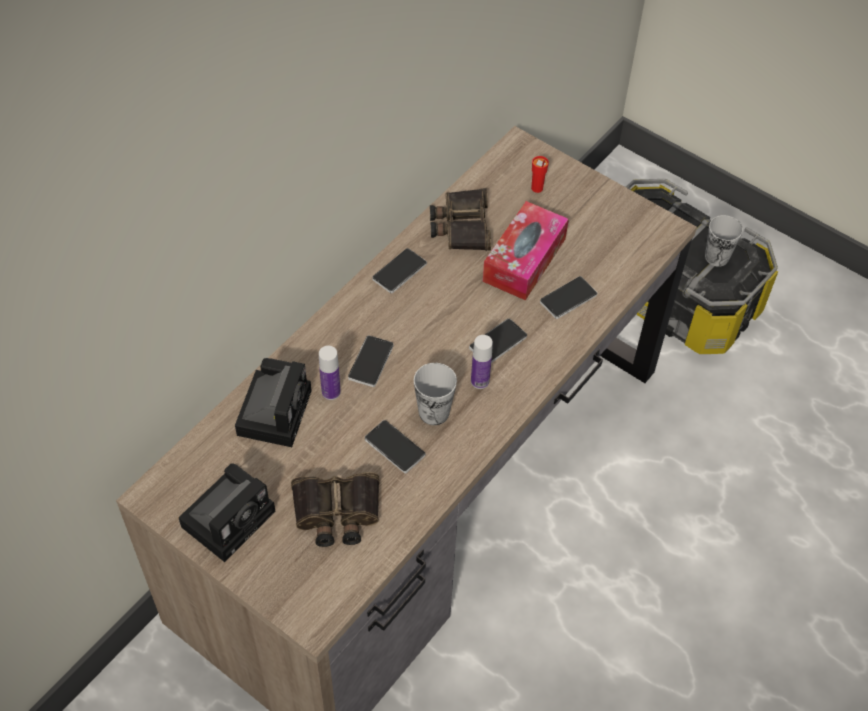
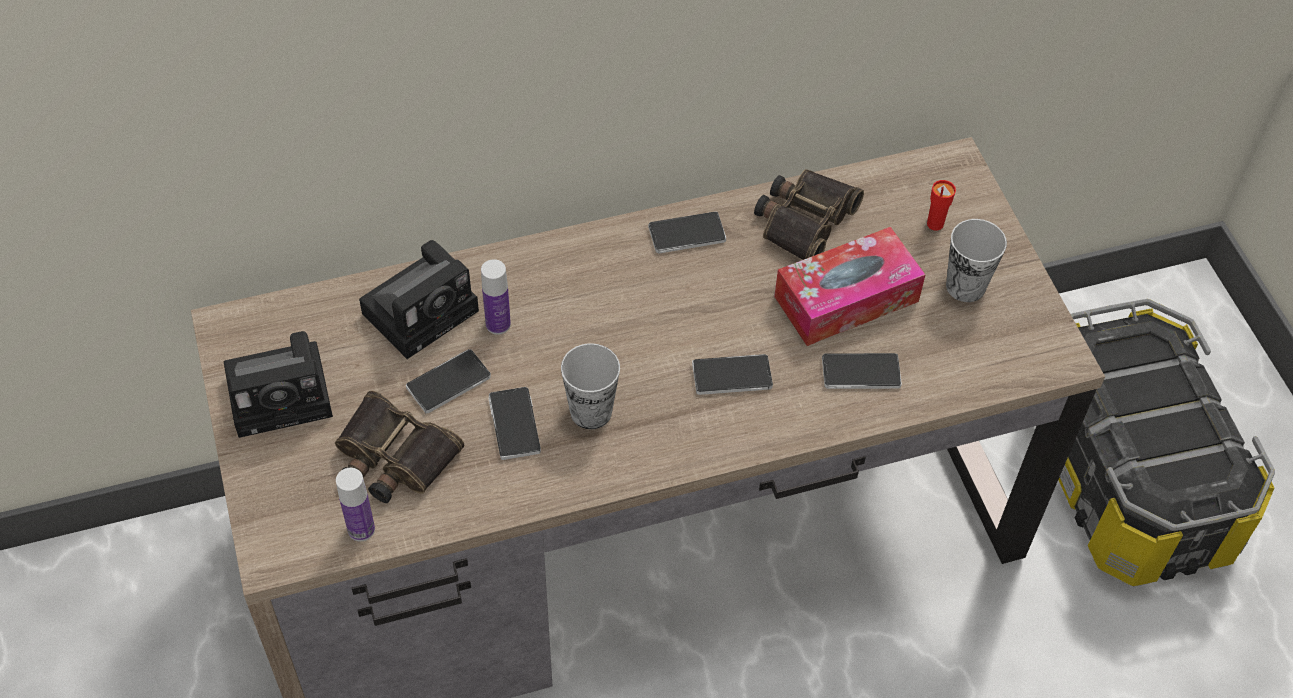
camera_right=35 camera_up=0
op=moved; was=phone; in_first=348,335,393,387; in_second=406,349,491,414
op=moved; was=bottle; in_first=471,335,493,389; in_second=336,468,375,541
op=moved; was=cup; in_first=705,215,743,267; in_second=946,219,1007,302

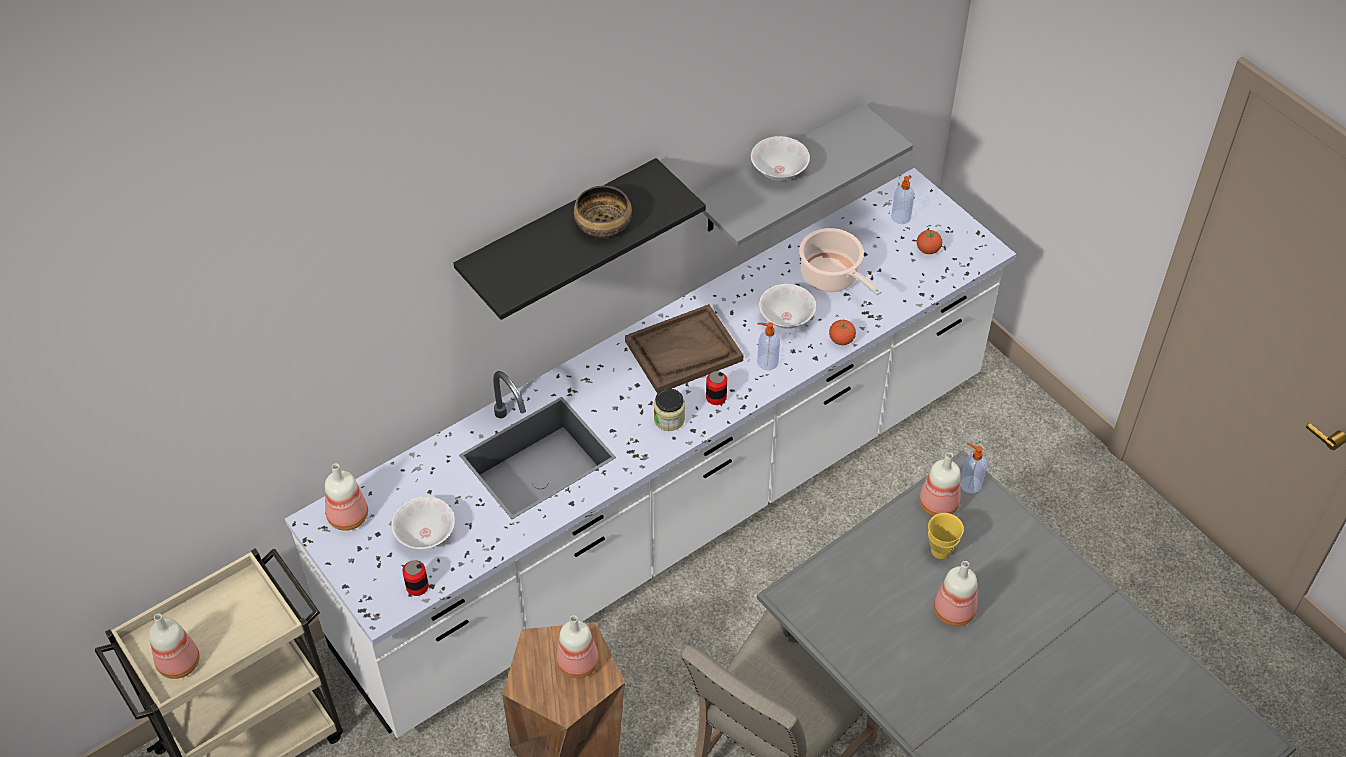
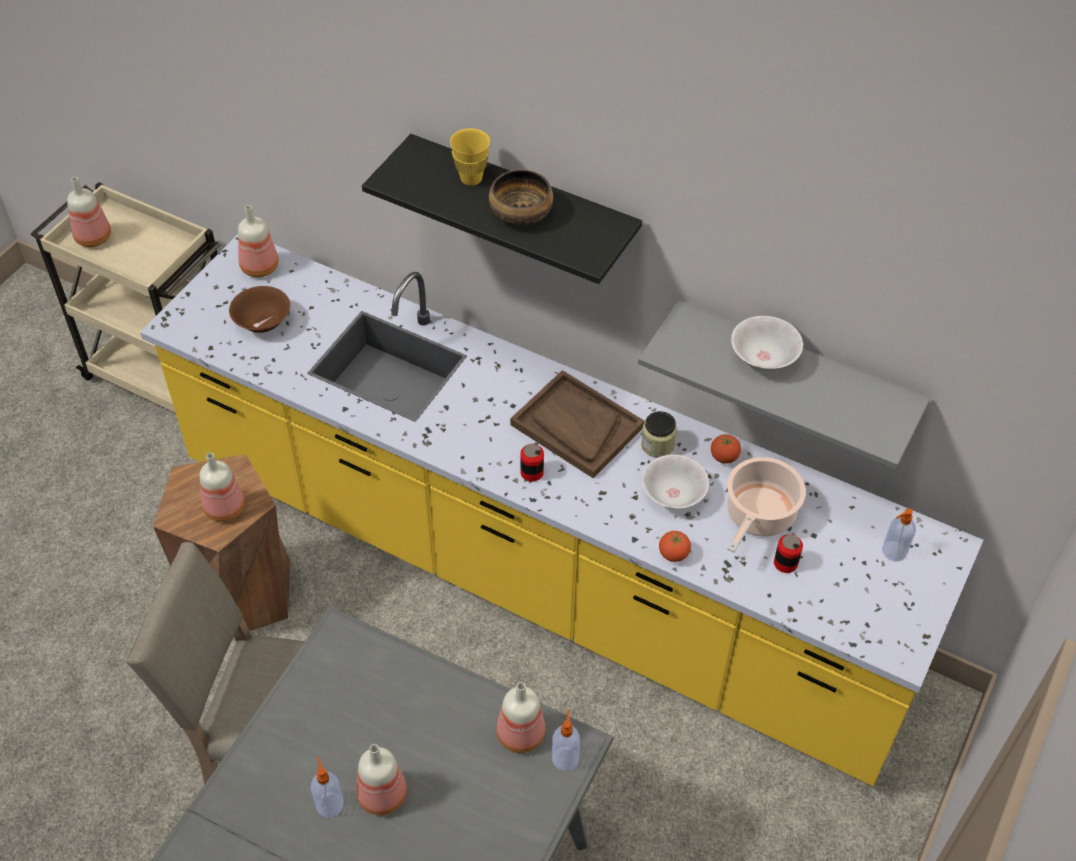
camera_right=65 camera_up=0
op=moved; was=can; in_first=402,560,429,596; in_second=774,534,803,573
op=moved; was=jar; in_first=654,389,685,431; in_second=641,411,677,458
op=moved; was=soap dispenser; in_first=757,322,780,371; in_second=311,756,344,818
op=moved; was=tomato; in_first=917,230,942,254; in_second=711,434,741,464
op=moved; was=cup/yellow; in_first=928,513,964,559; in_second=450,128,490,186
op=recoloured; was=counter/white; now=counter/yellow; in_first=285,168,1016,738; in_second=140,234,983,786
op=recoloured; was=bowl/white; now=bowl/brown; in_first=391,496,455,549; in_second=229,286,290,333

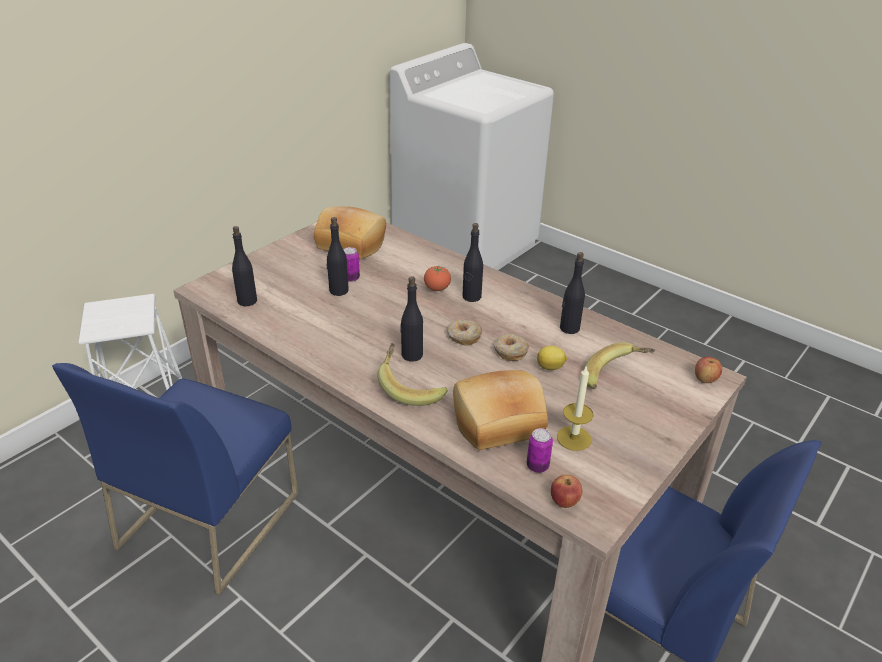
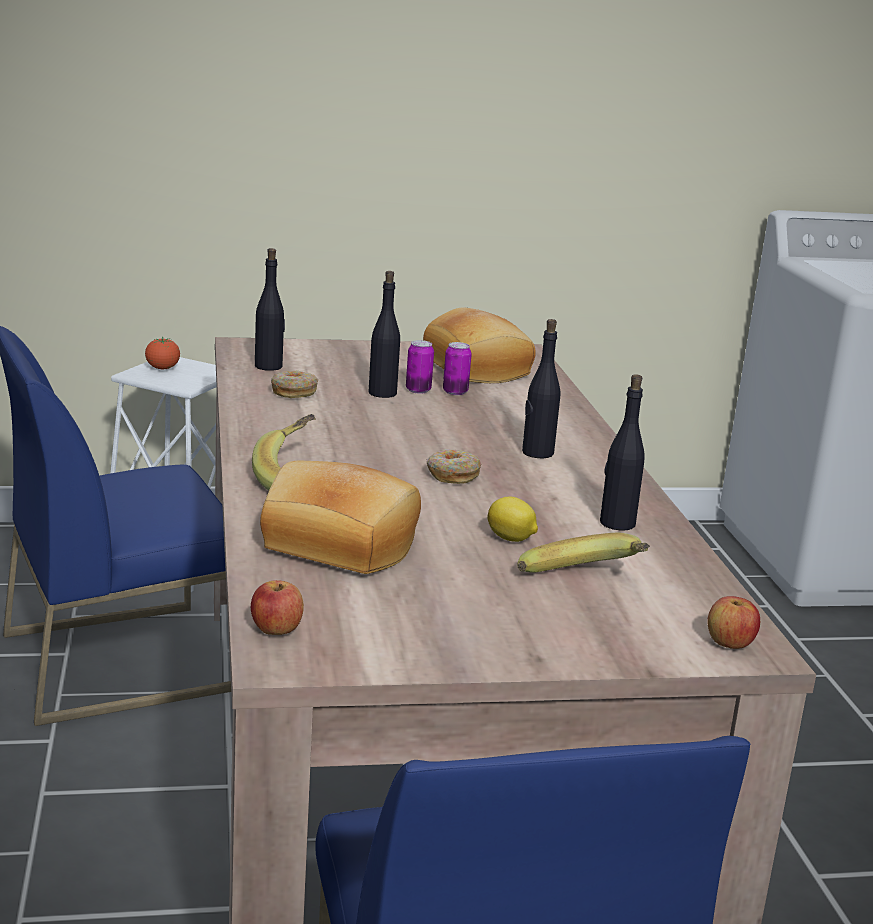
camera_right=40 camera_up=-15
op=removed; was=bottle/black; in_first=400,276,423,362
op=removed; was=candle; in_first=557,367,594,451
op=moved; was=tomato; in_first=424,265,451,291; in_second=145,336,180,369
op=moved; was=donut; in_first=494,334,529,361; in_second=271,370,319,398
op=moved; was=can; in_first=527,428,553,473; in_second=443,342,472,395

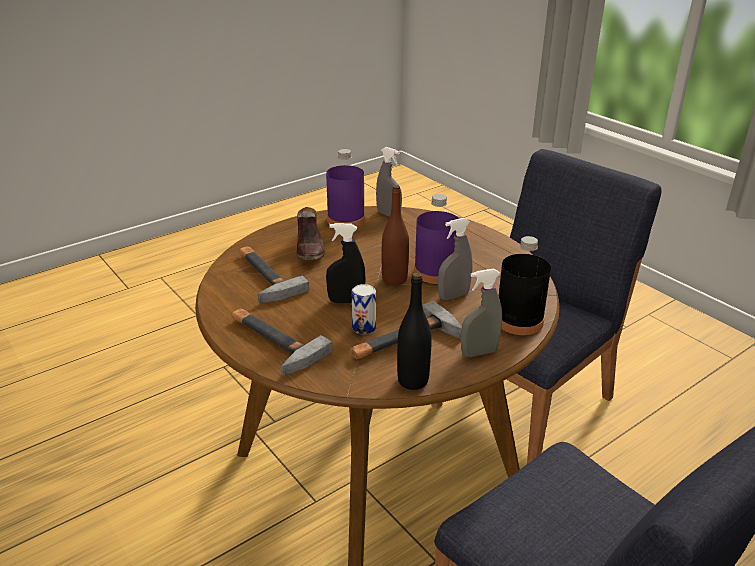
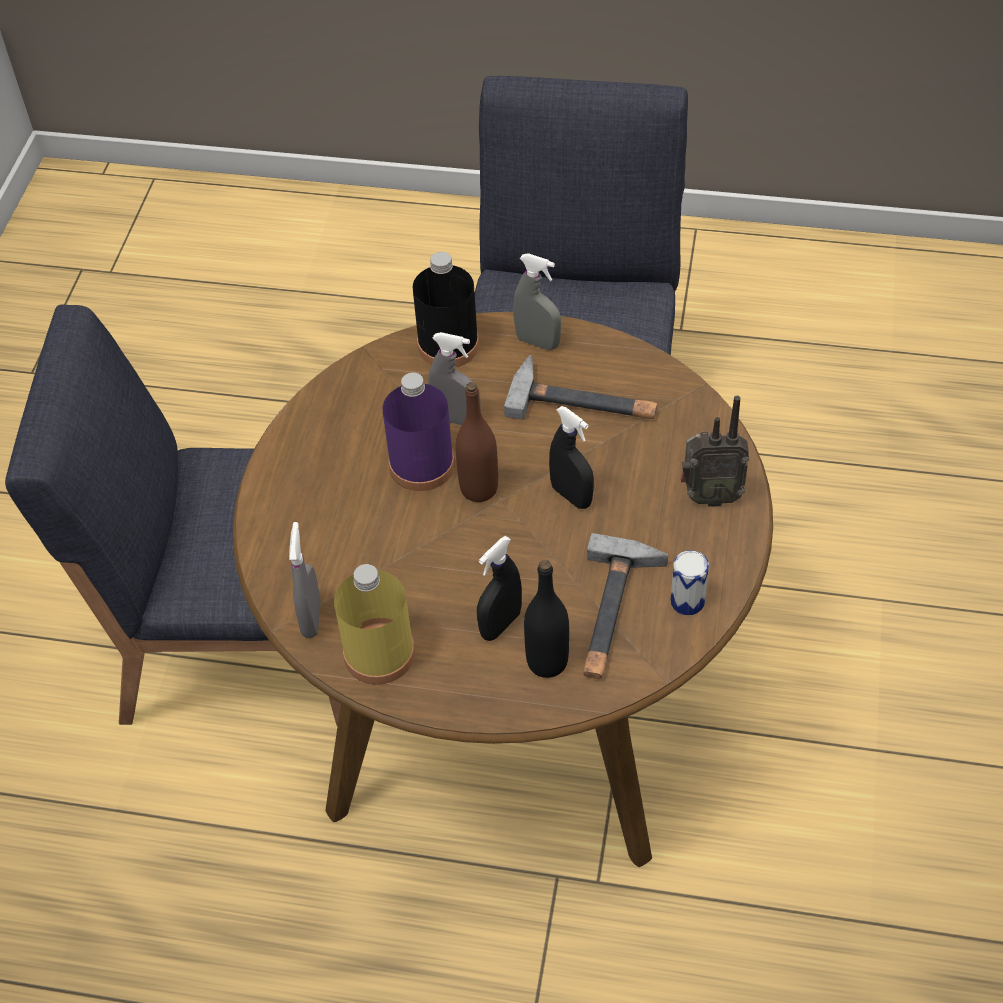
camera_right=-130 camera_up=20
op=moved; was=can; in_first=352,284,376,335; in_second=670,550,709,615
op=moved; was=bottle/black; in_first=397,272,432,390; in_second=524,560,569,678
op=replaced; was=hammer; now=radio; in_first=232,309,332,376; in_second=680,396,749,507
op=replaced; was=shoe/brown; now=spray bottle/black; in_first=296,207,325,260; in_second=477,536,522,641
op=recoloured; was=bottle/purple; now=bottle/yellow; in_first=326,149,365,227; in_second=334,564,415,684

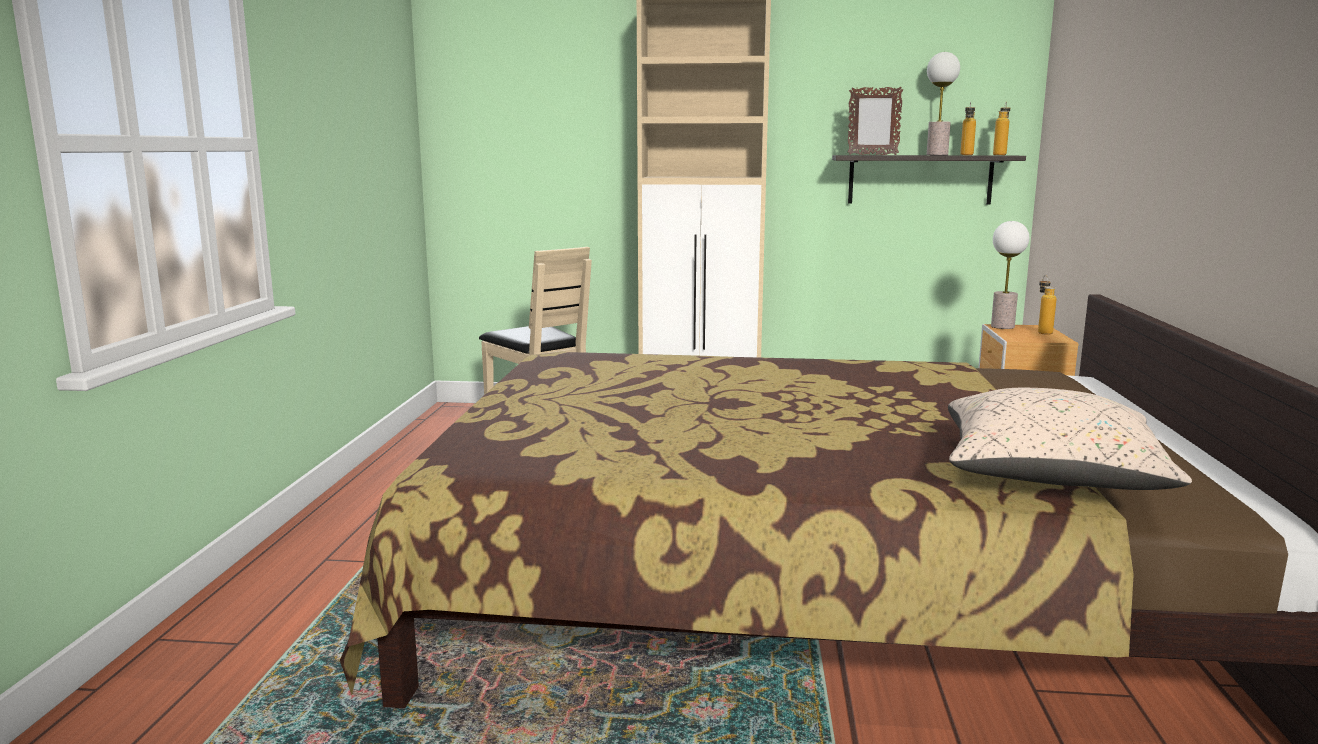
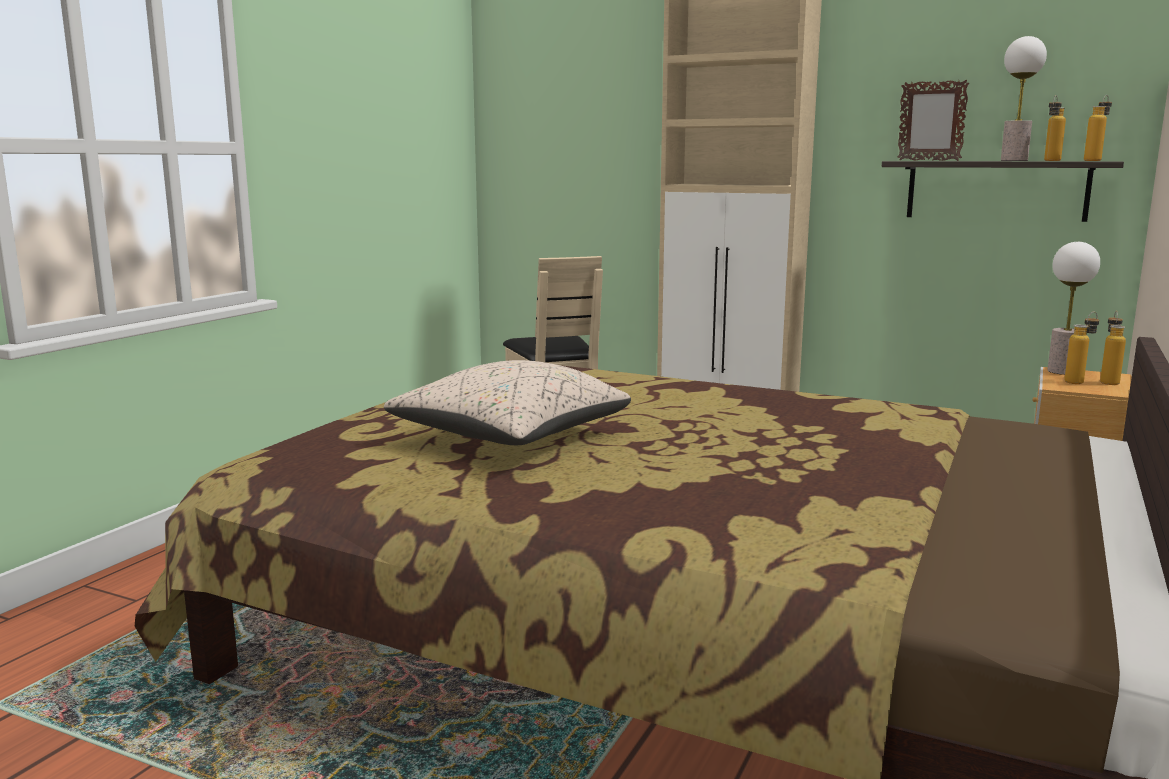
camera_right=20 camera_up=0
op=added; now=bottle; in_second=1065,311,1099,384
op=moved; was=pillow/beige; in_first=948,388,1192,490; in_second=384,360,631,445

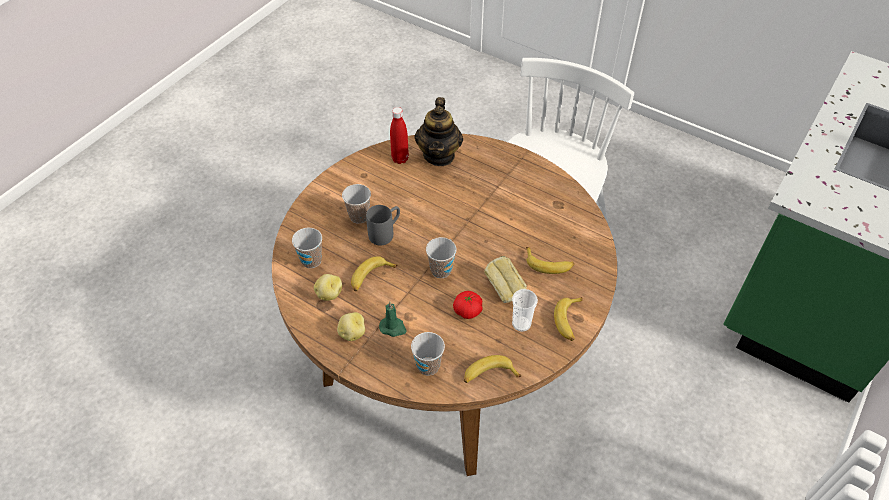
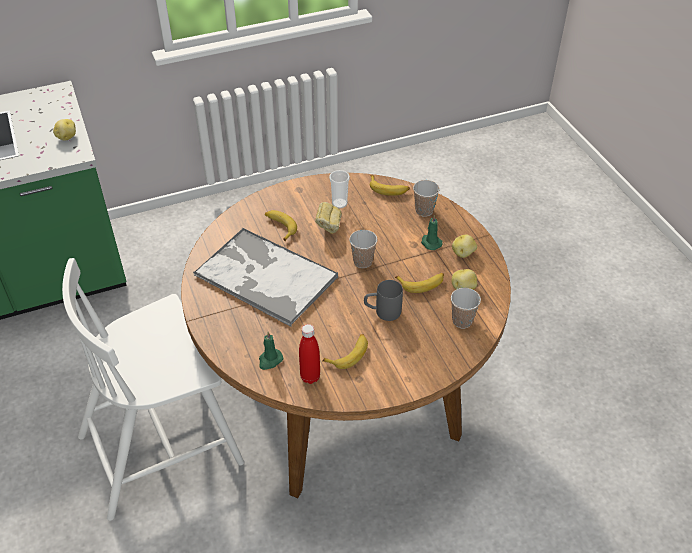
camera_right=-145 camera_up=-5
op=removed; was=cup; in_first=342,184,371,224
op=removed; was=tomato; in_first=453,291,483,319
op=added; now=potato; in_second=53,119,76,141
op=added; now=tray; in_second=193,228,338,327
op=moved; was=banana; in_first=554,297,583,341; in_second=322,334,368,369
op=replaced; was=teapot; now=candle/green; in_first=414,97,463,166; in_second=259,332,283,370

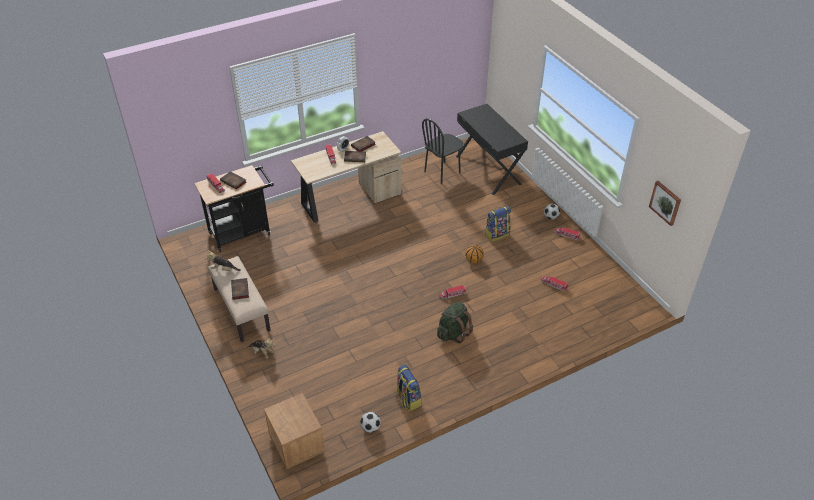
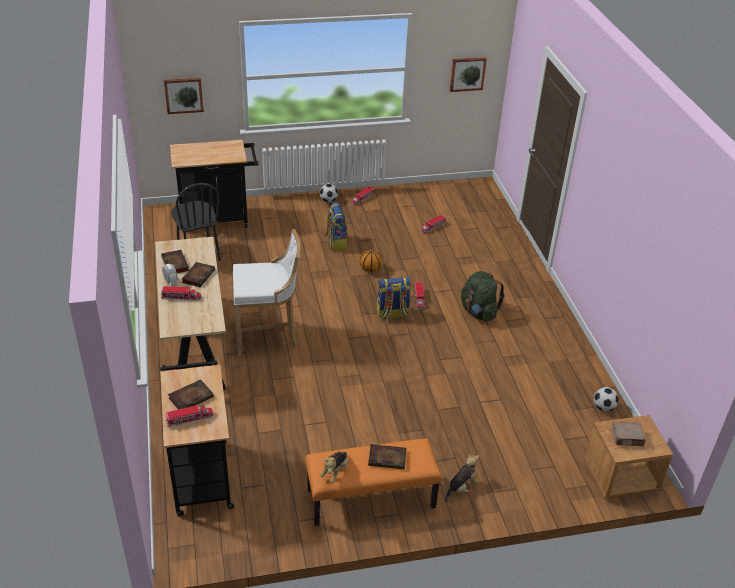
camera_right=-75 camera_up=-5
op=added; now=picture; in_second=164,78,204,114
op=added; now=stool/white; in_second=233,229,301,356
op=added; now=book/brown; in_second=611,422,645,446
op=moved; was=backpack; in_first=395,365,422,411; in_second=377,277,411,320
op=replaced; was=desk/black; now=cart/black; in_first=456,104,528,195; in_second=170,140,259,234
op=recoloured; was=bench/beige; now=bench/orange; in_first=208,256,271,342; in_second=305,438,442,526

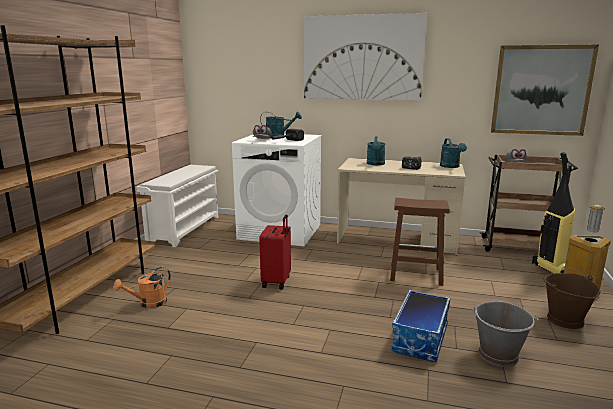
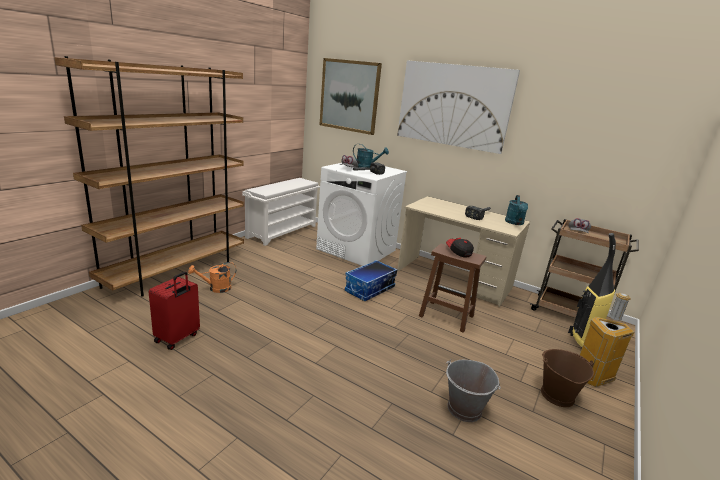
camera_right=15 camera_up=5
op=removed; was=watering can/turquoise; in_first=367,137,385,165
op=added; now=cap; in_second=446,238,474,257
op=moved; was=suitcase/red; in_first=259,215,291,290; in_second=149,272,200,350
op=moved; was=storage box; in_first=392,290,450,362; in_second=345,260,398,301
op=moved; was=picture; in_first=491,45,599,136; in_second=320,58,382,135

